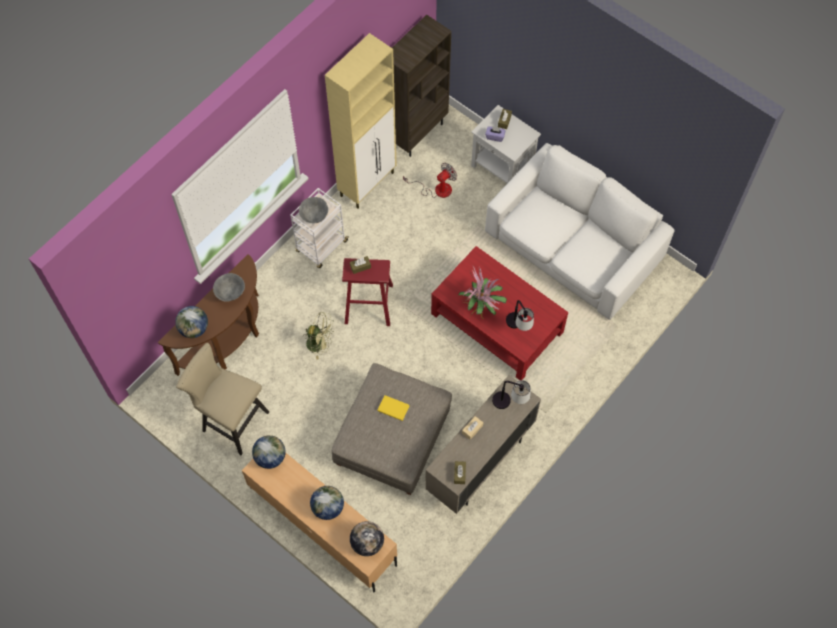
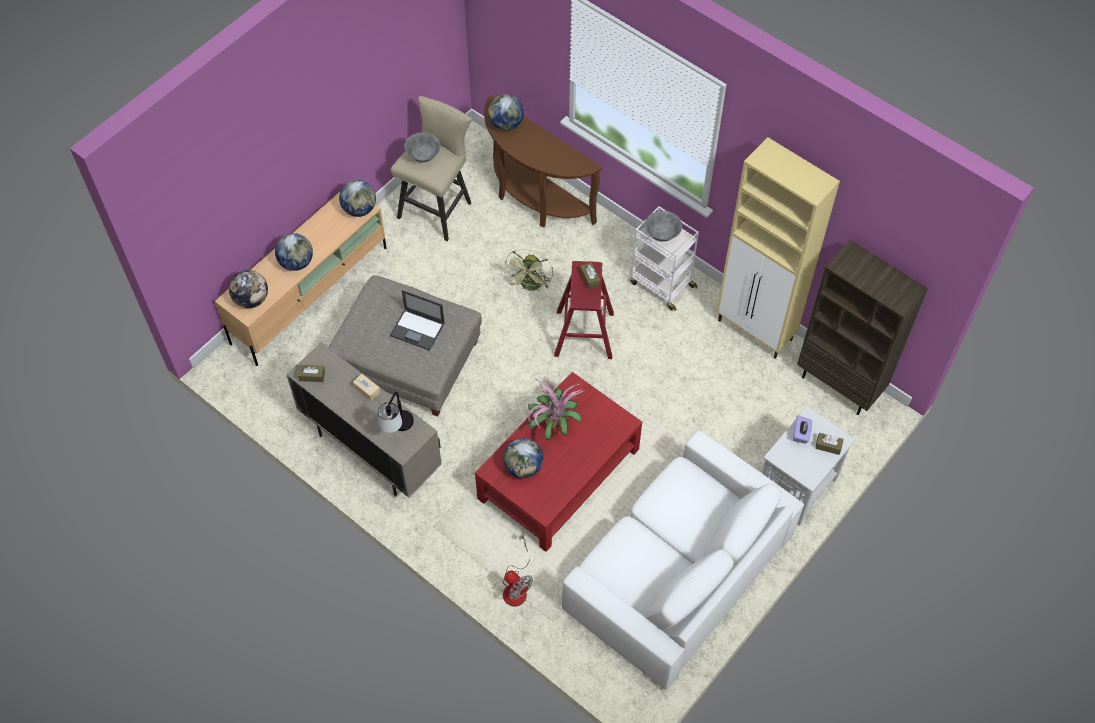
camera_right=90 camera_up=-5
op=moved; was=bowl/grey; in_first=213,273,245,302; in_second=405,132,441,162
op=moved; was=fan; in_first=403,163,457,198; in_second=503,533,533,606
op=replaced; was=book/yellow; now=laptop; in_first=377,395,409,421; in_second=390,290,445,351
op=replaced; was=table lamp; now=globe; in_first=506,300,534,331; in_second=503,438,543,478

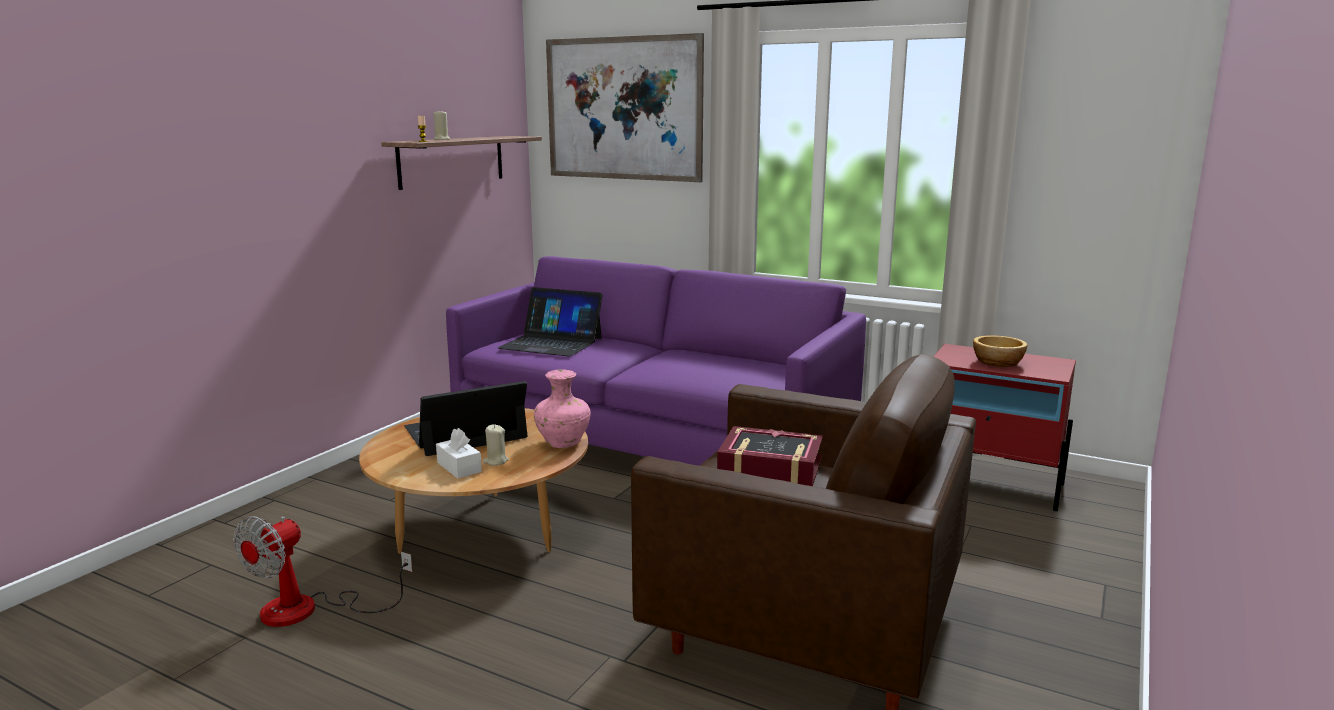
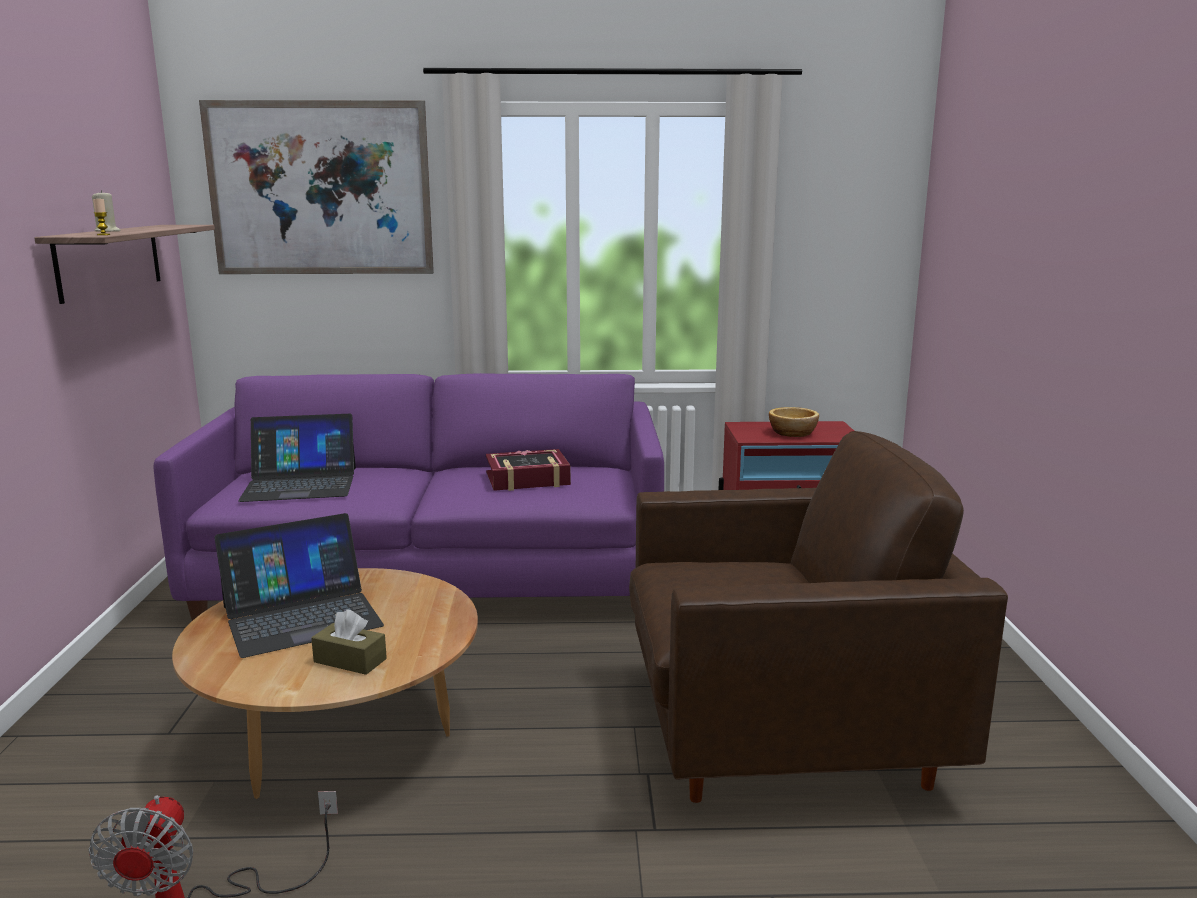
camera_right=-30 camera_up=0
op=removed; was=candle/beige; in_first=483,424,509,466
op=removed; was=vase/pink; in_first=534,369,591,448
op=moved; was=book; in_first=717,426,823,486; in_second=486,449,571,491
op=recoloured; was=tissue box/white; now=tissue box/brown; in_first=436,428,482,478; in_second=311,609,387,675
op=turned; was=laptop; in_first=405,381,527,456; in_second=215,513,384,658; clockwise=-150

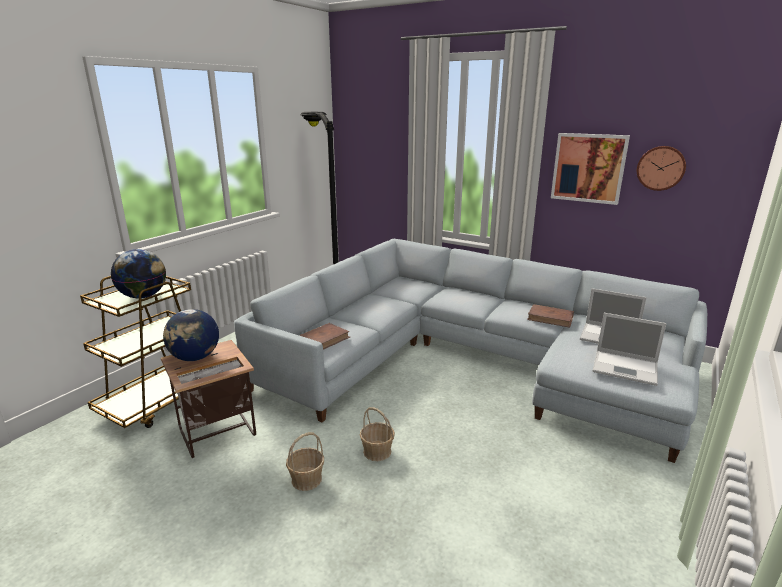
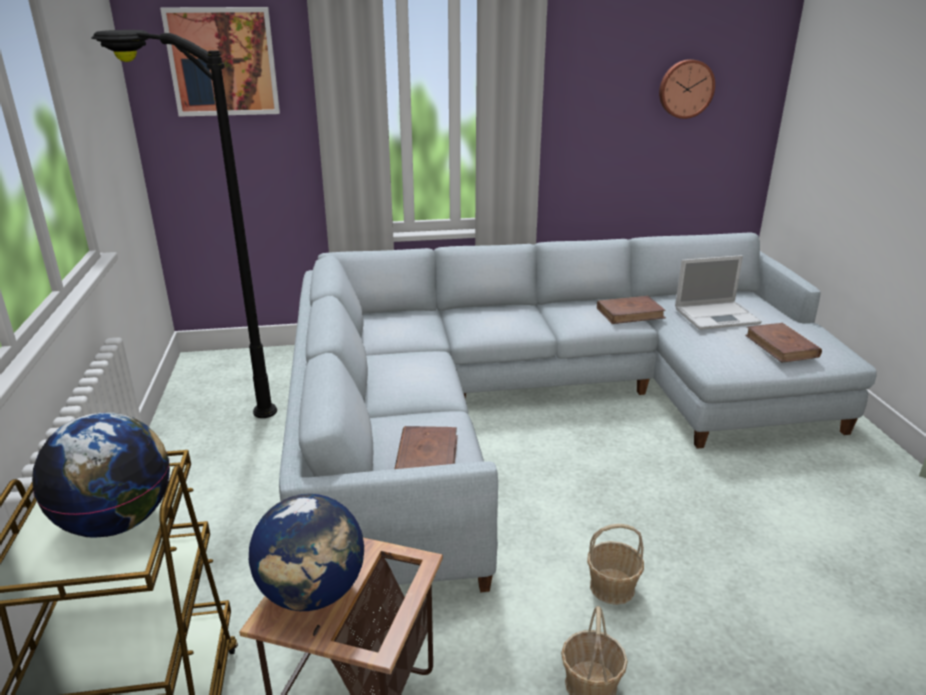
camera_right=-40 camera_up=5
op=moved; was=picture; in_first=551,133,630,205; in_second=160,7,280,117
op=replaced; was=laptop; now=book/brown; in_first=592,313,666,386; in_second=745,323,822,363

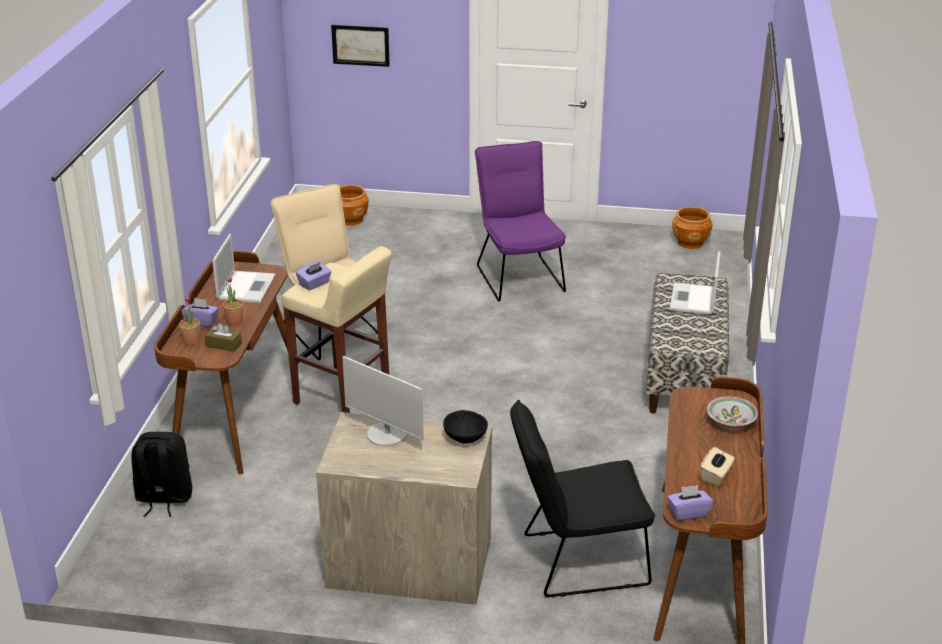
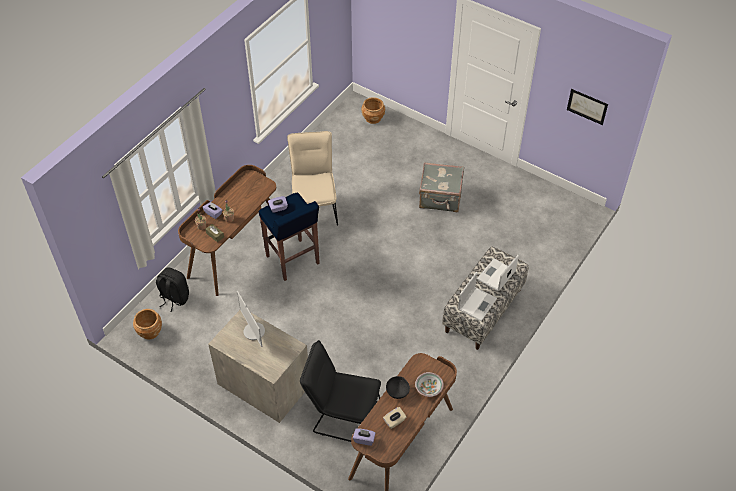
camera_right=25 camera_up=20
op=moved; was=laptop; in_first=212,234,276,303; in_second=458,272,497,321
op=moved; was=picture; in_first=331,25,390,67; in_second=567,89,608,125
op=moved; was=bowl/black; in_first=443,410,488,444; in_second=386,376,410,399
op=moved; was=planter/brown; in_first=672,207,713,249; in_second=133,309,162,340
op=replaced; was=chair/purple; now=suitcase/grey; in_first=475,141,566,302; in_second=419,163,464,212
op=recoloured; was=stool/beige; now=stool/blue; in_first=282,246,392,413; in_second=259,193,320,281

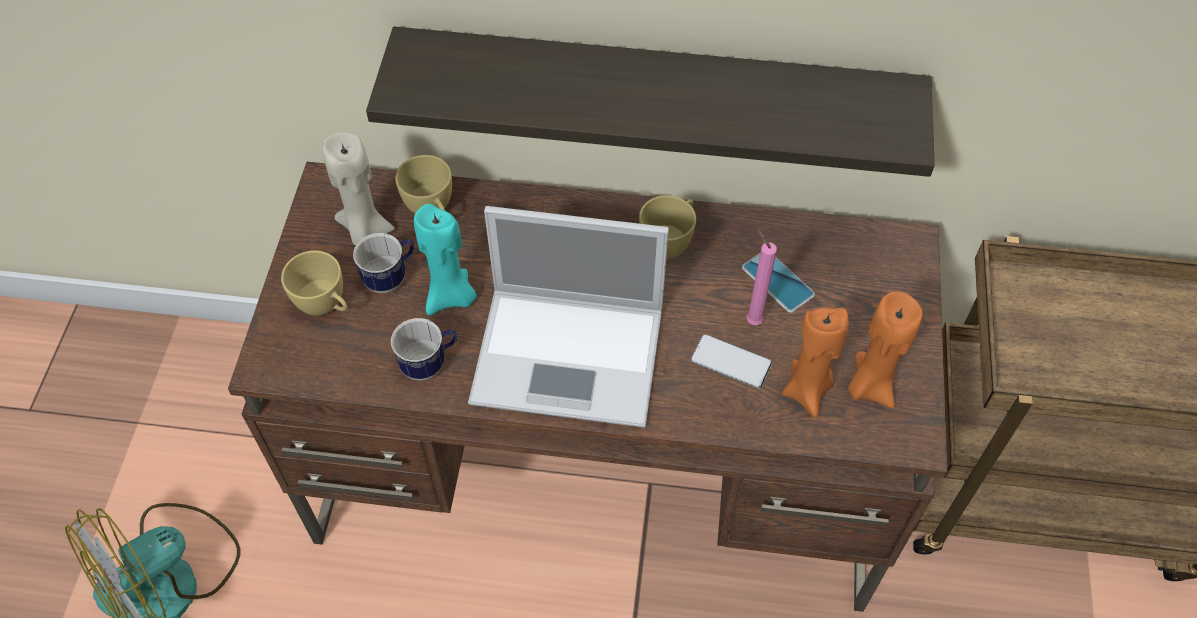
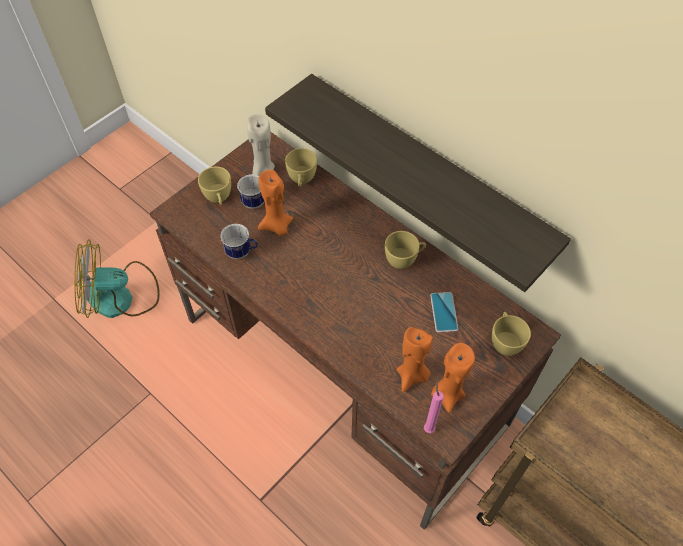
camera_right=35 camera_up=0
op=removed; was=laptop; in_first=468,206,669,428
op=removed; was=phone; in_first=691,334,772,388
op=added; now=cup/yellow; in_second=492,312,531,356
op=moved; was=candle/pink; in_first=746,230,777,325; in_second=424,381,444,433
op=recoloured; was=candle/turquoise; now=candle/orange; in_first=414,204,477,315; in_second=258,170,293,236

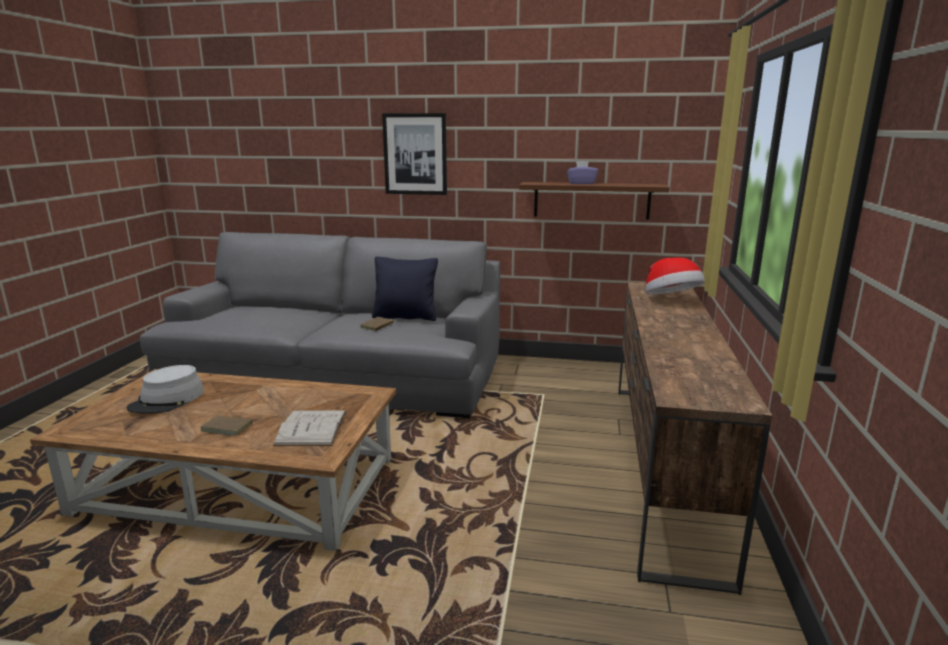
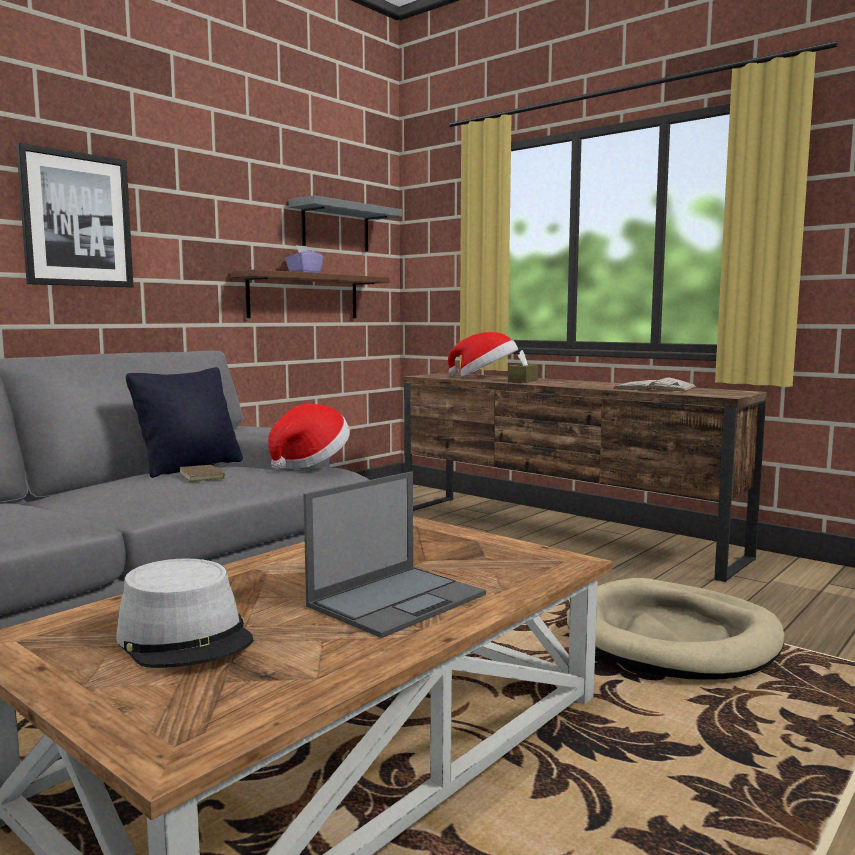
camera_right=-60 camera_up=-10
op=added; now=hat; in_second=268,404,350,470
op=added; now=shelf/grey; in_second=288,195,402,252
op=added; now=tissue box/brown; in_second=508,350,538,383
op=added; now=dog bed/beige; in_second=567,578,784,680
op=moved; was=book/white; in_first=273,410,347,446; in_second=613,378,697,392
op=replaced; was=book/brown; now=laptop; in_first=200,412,252,436; in_second=303,472,486,638

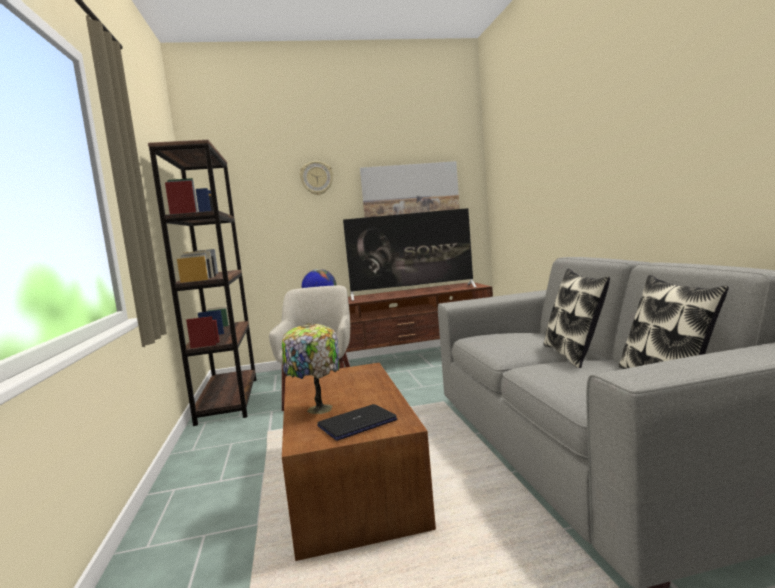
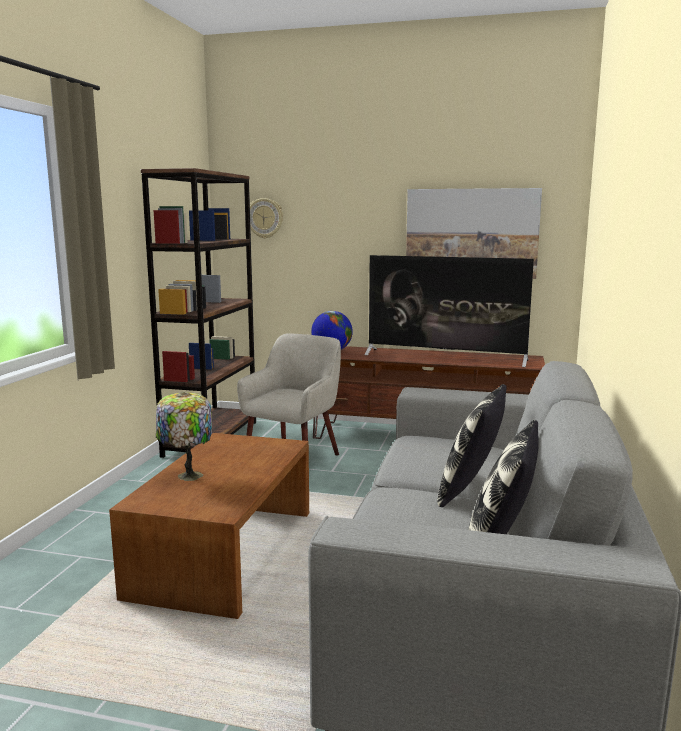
camera_right=25 camera_up=5
op=removed; was=laptop; in_first=317,404,397,441
op=moved; was=wall clock; in_first=300,161,333,195; in_second=250,198,283,239

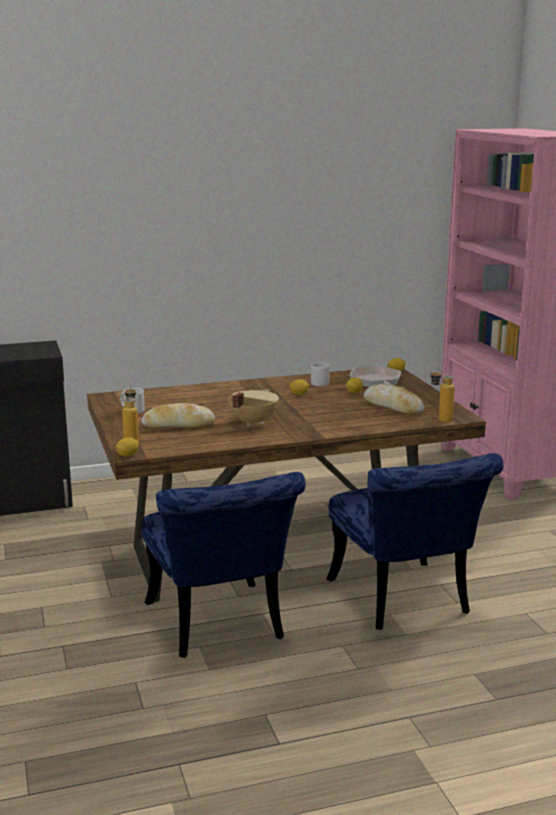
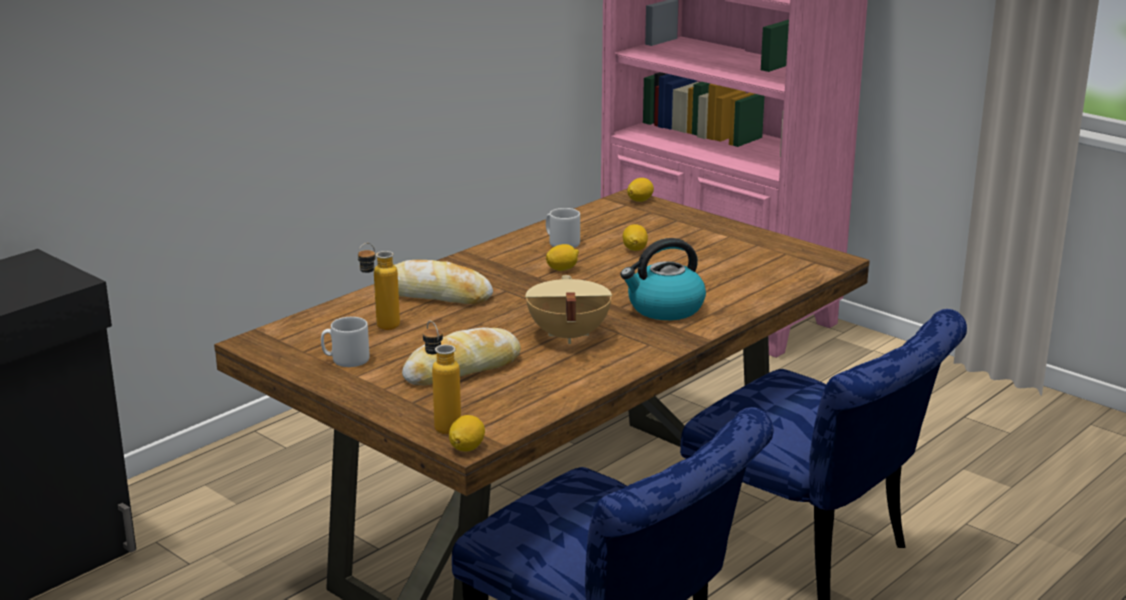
camera_right=-30 camera_up=5
op=removed; was=frying pan; in_first=350,366,401,387
op=added; now=kettle; in_second=620,238,706,320
op=moved; was=bread; in_first=364,384,424,415; in_second=395,260,493,305
op=moved; was=bottle; in_first=430,368,454,423; in_second=357,243,400,330

